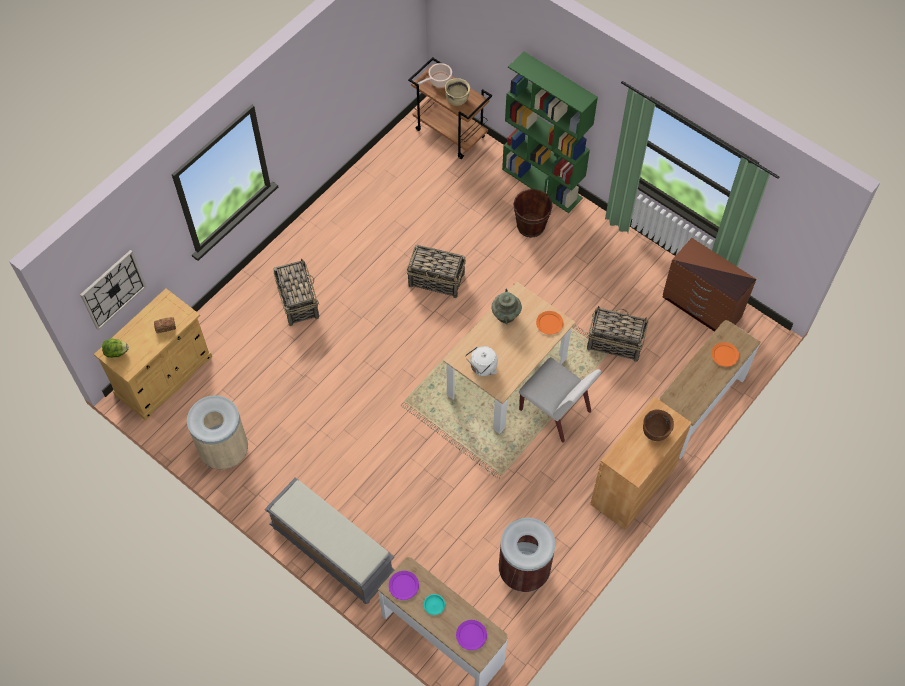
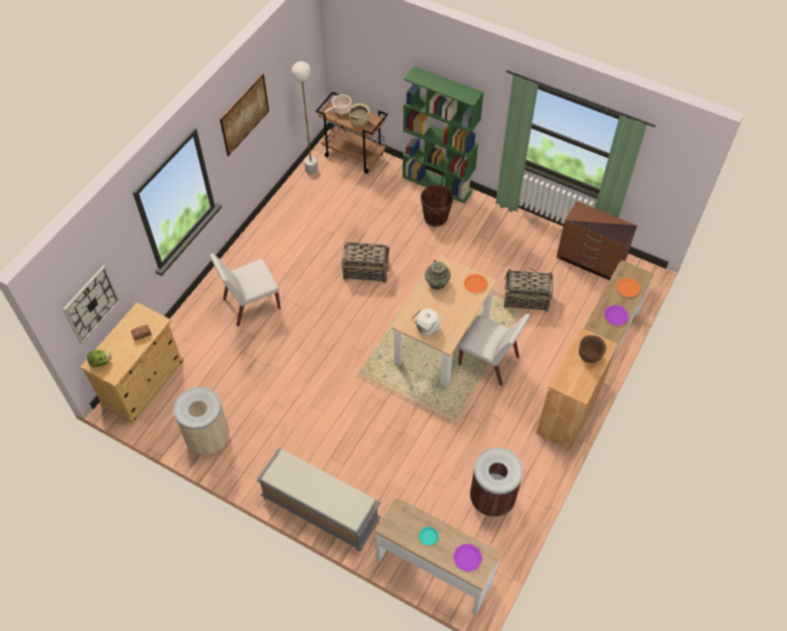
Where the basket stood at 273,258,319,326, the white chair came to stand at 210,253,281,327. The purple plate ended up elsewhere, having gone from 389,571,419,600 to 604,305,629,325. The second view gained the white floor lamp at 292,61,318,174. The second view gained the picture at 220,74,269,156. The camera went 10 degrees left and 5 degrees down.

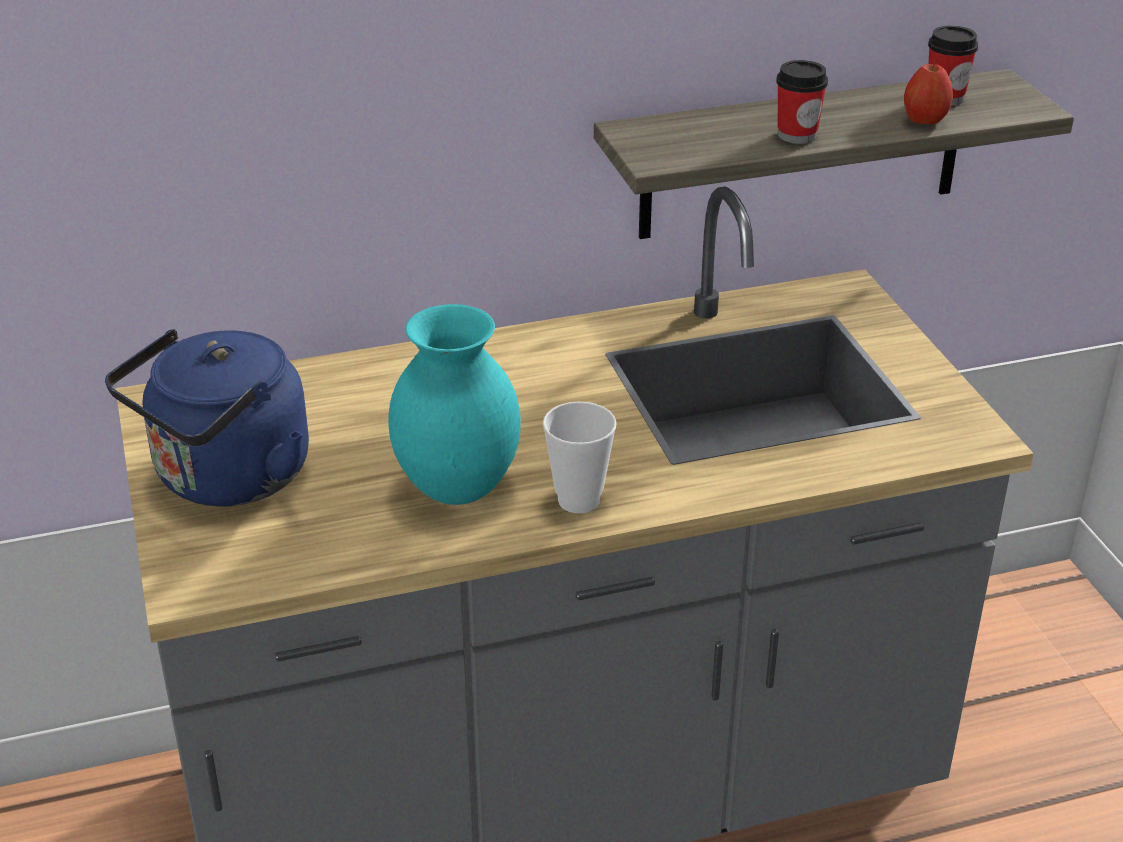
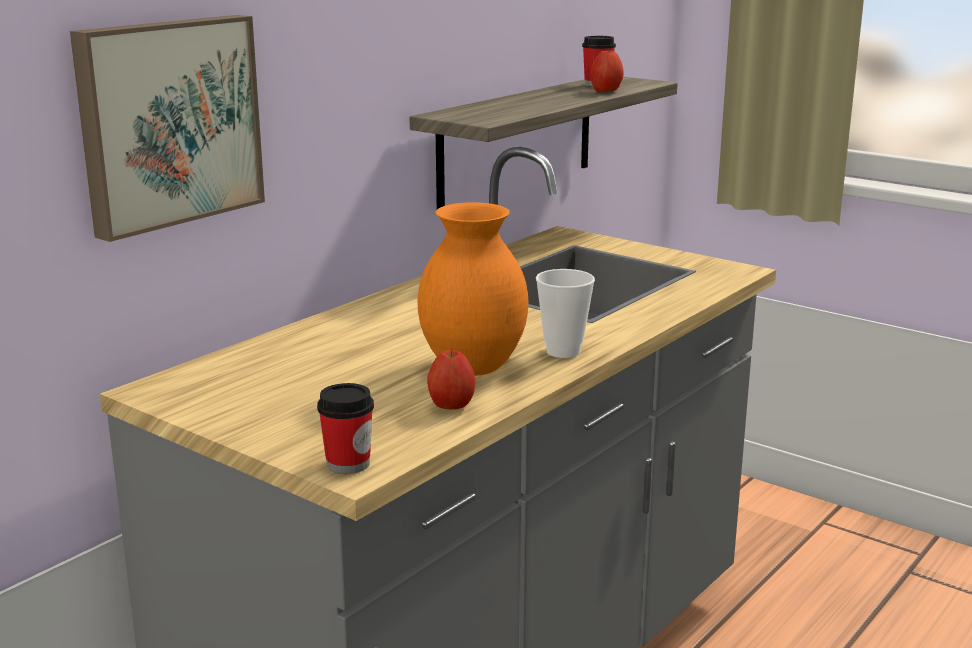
The cup ended up elsewhere, having gone from 776,60,828,144 to 317,383,374,474. What was the turquoise vase at 388,304,521,505 turned into the orange vase at 417,202,528,376. The second view lost the blue kettle at 105,329,309,506. The second view gained the picture at 70,15,265,242. The second view gained the apple at 427,349,475,409. The camera went 35 degrees left and 15 degrees down.

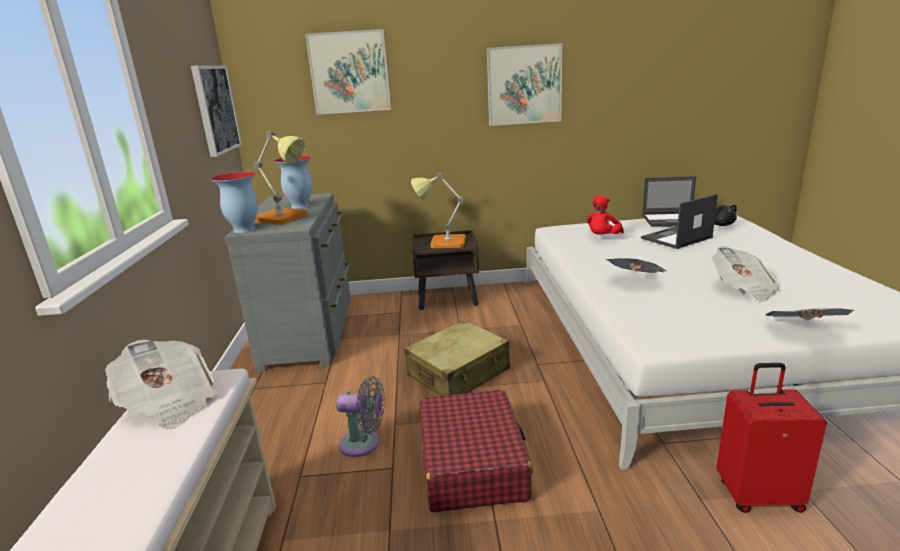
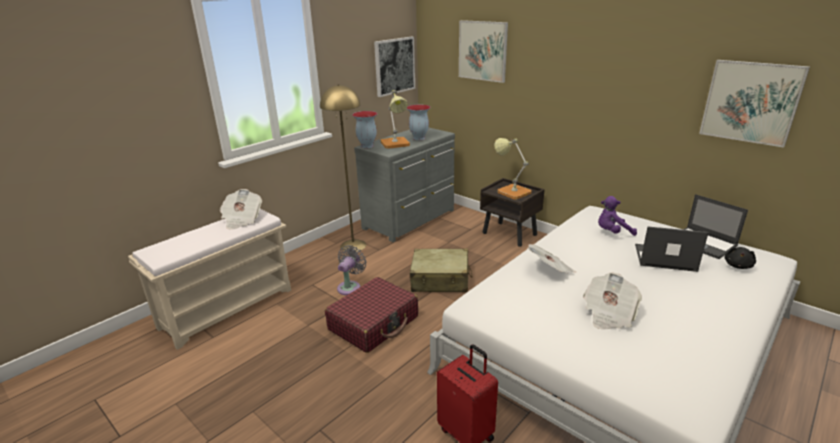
The picture ended up elsewhere, having gone from 487,43,562,126 to 699,60,810,148. What was the red plush toy at 587,196,624,234 turned into the purple plush toy at 598,196,637,236. The second view lost the newspaper at 764,308,854,320. The grey fan at 336,376,385,457 ended up facing another way, 120 degrees counterclockwise from before. The second view gained the yellow floor lamp at 320,84,366,252. The camera went 45 degrees right and 5 degrees up.

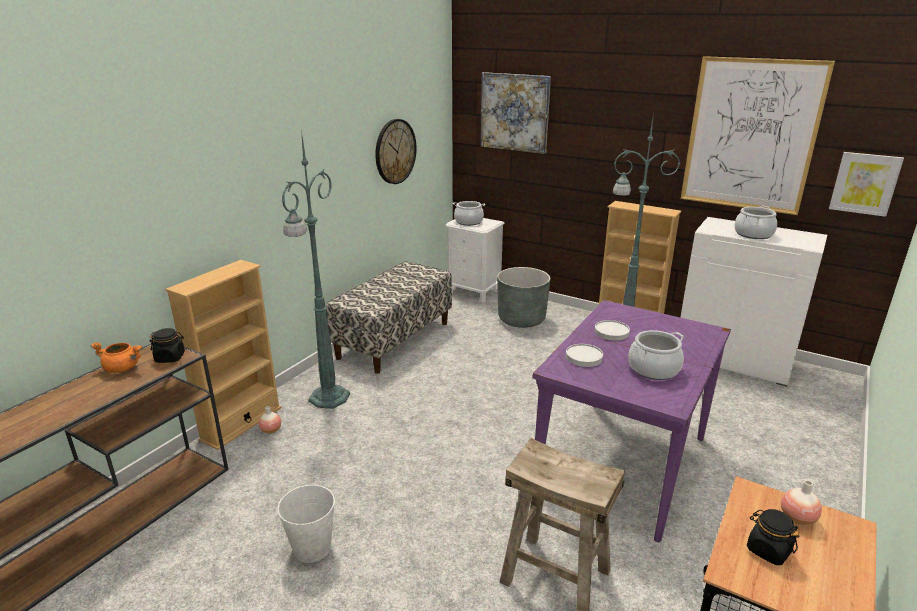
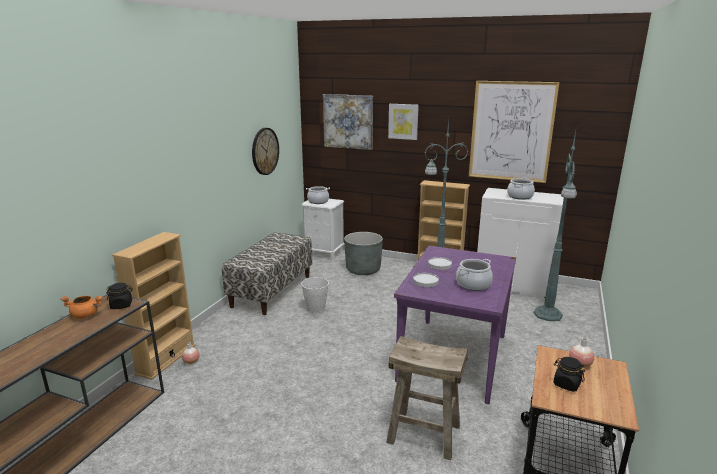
The green floor lamp ended up elsewhere, having gone from 281,130,350,409 to 533,131,577,321. The picture ended up elsewhere, having gone from 829,152,904,217 to 388,104,419,140. The white bucket ended up elsewhere, having gone from 276,485,336,563 to 301,277,329,314. The camera went 10 degrees left and 5 degrees down.

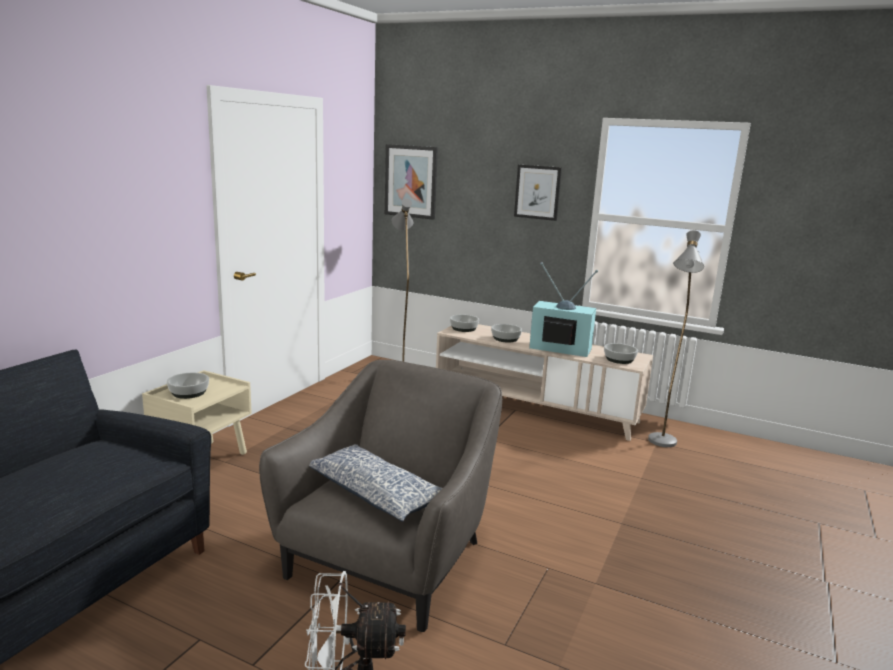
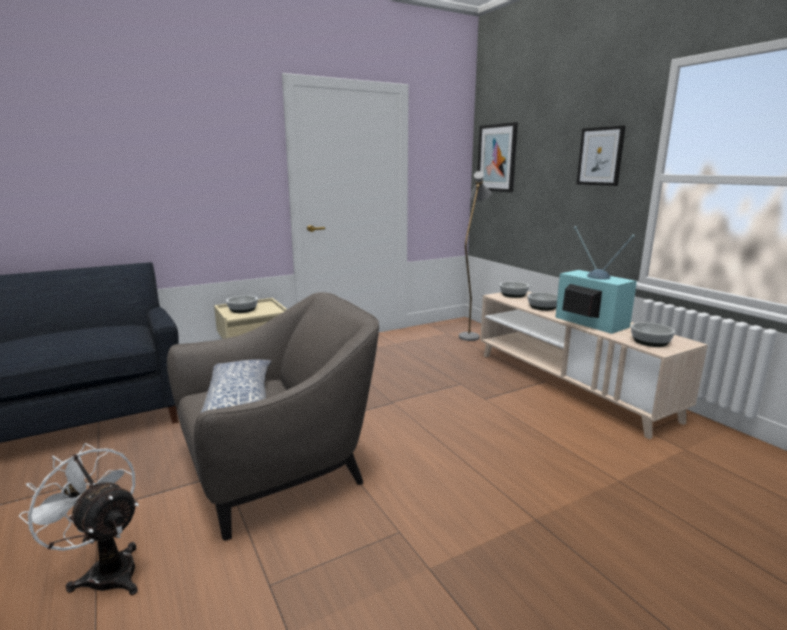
The second view lost the grey floor lamp at 648,230,704,447. The camera went 35 degrees right and 0 degrees up.

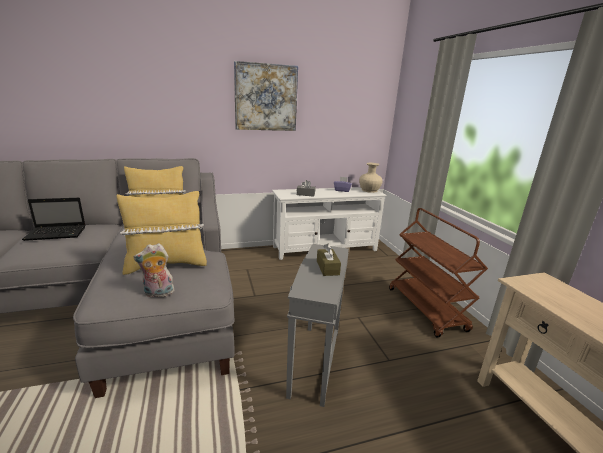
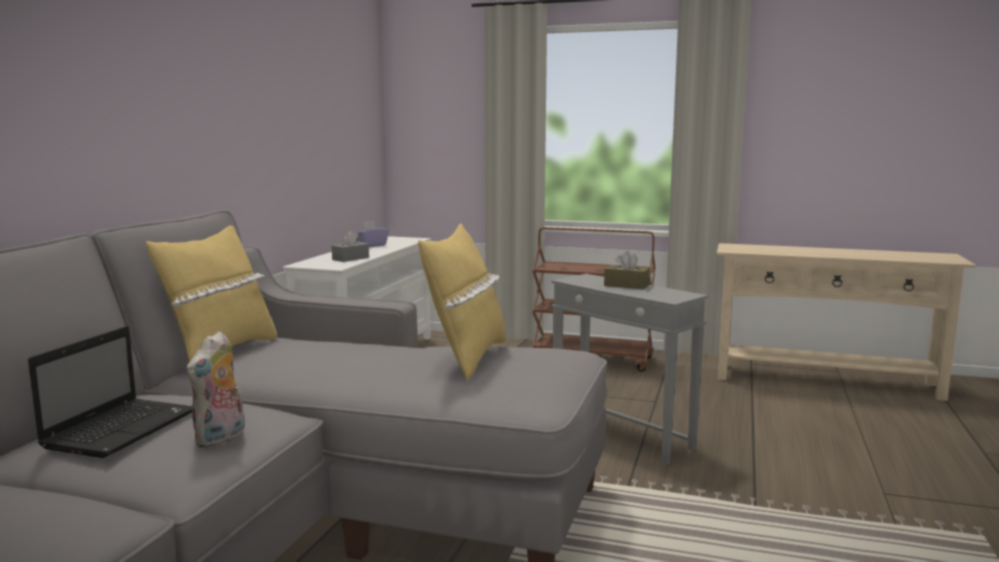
The second view lost the picture at 234,61,298,131. The second view lost the beige vase at 359,163,383,193. The plush toy ended up elsewhere, having gone from 134,243,174,298 to 187,331,245,448. The camera went 55 degrees left and 10 degrees down.

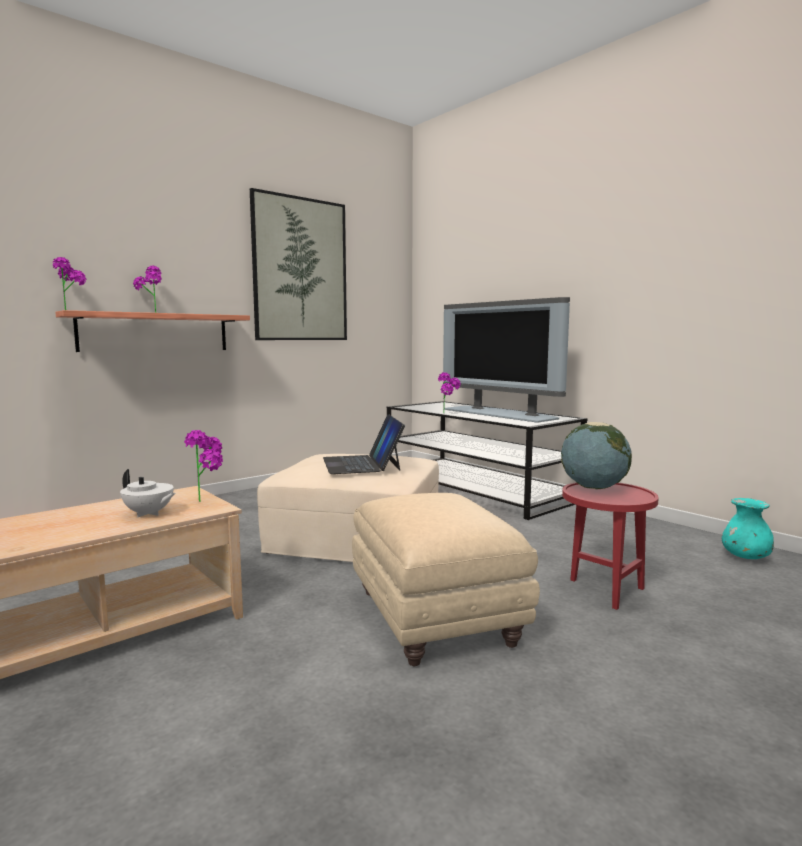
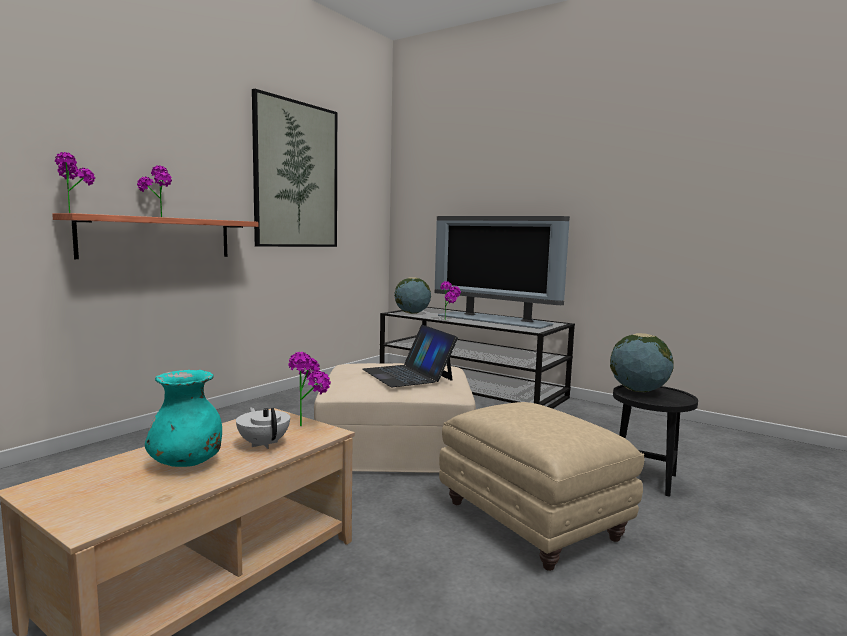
The white teapot at 120,469,176,517 ended up facing another way, 135 degrees counterclockwise from before. What was the red side table at 562,482,659,610 turned into the black side table at 613,385,698,497. The turquoise vase ended up elsewhere, having gone from 722,498,774,559 to 145,370,222,467. The second view gained the globe at 394,277,431,314. The camera went 15 degrees left and 0 degrees up.

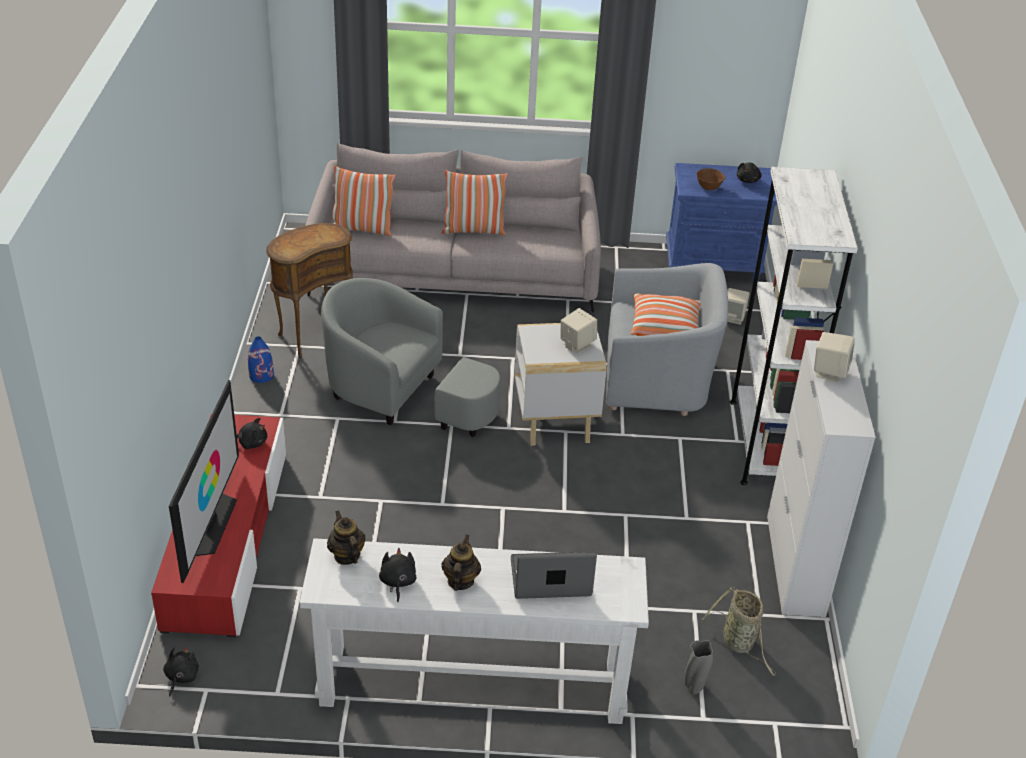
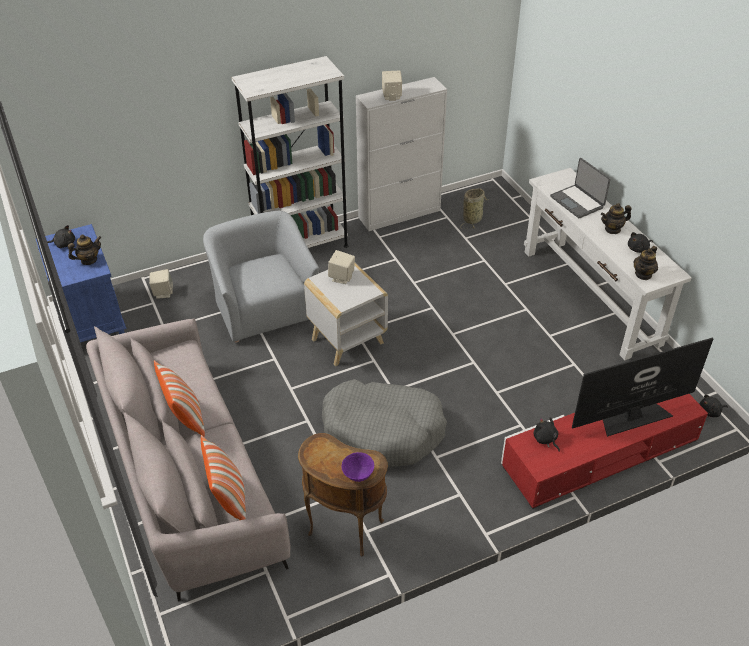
Where the brown bowl stood at 696,168,725,190, the teapot came to stand at 68,234,101,265. Where the grey armchair stood at 321,278,500,437, the grey dog bed came to stand at 322,379,447,467. The second view lost the pillow at 631,293,701,336. The second view lost the blue vase at 248,336,274,383. The second view lost the grey vase at 684,640,713,694. The second view gained the purple bowl at 341,452,374,482. The camera went 115 degrees left and 5 degrees up.

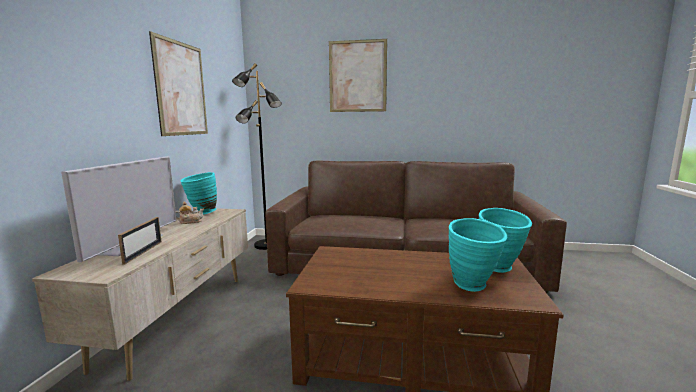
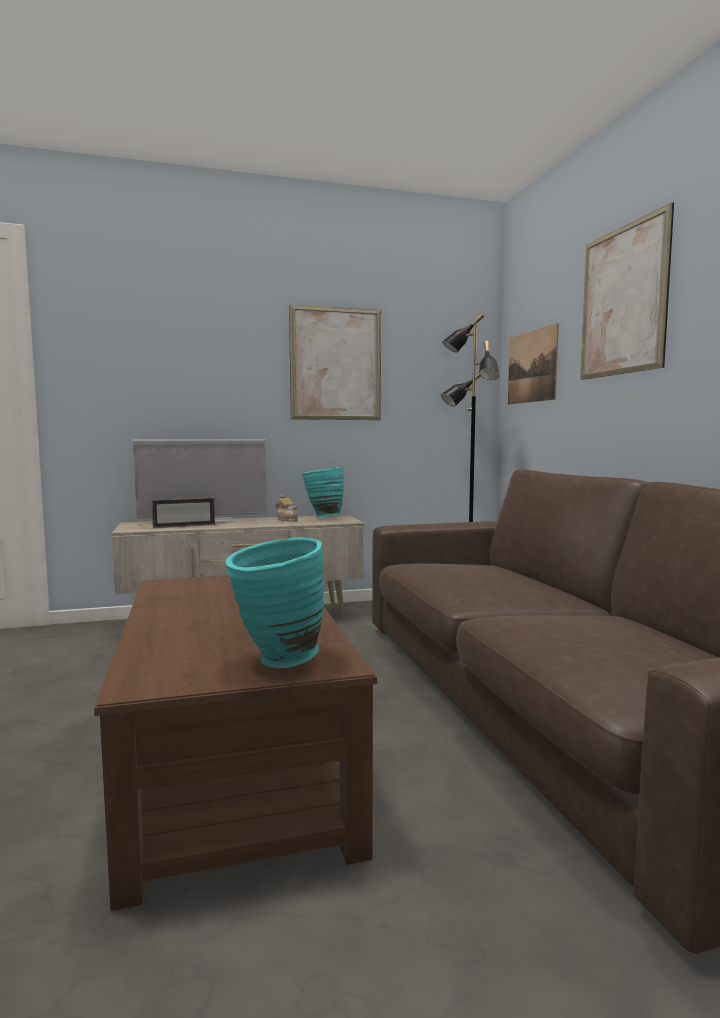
The second view lost the turquoise vase at 449,218,507,292. The second view gained the picture at 508,323,559,405. The camera went 65 degrees right and 5 degrees down.

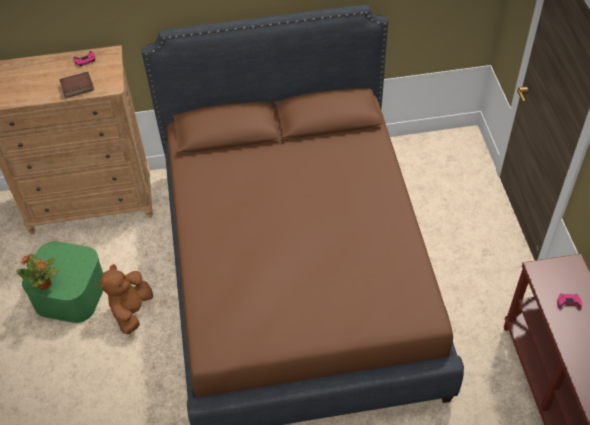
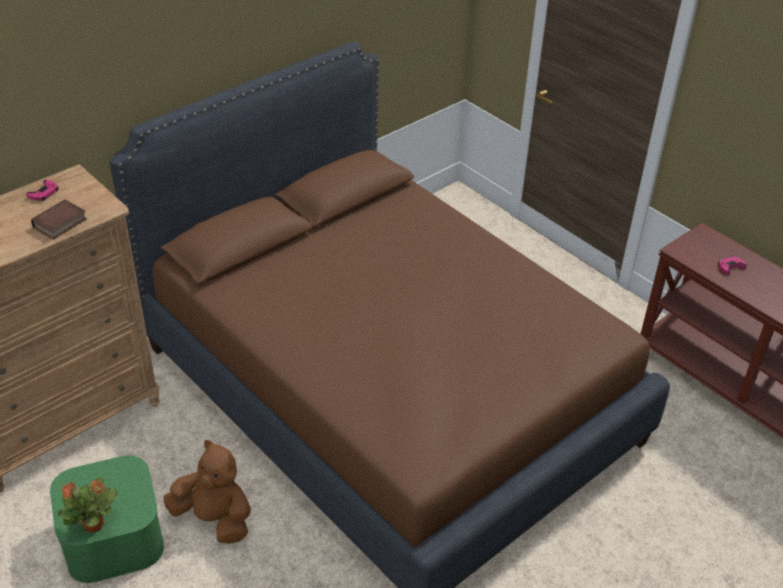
The brown plush toy at 100,264,153,334 ended up facing another way, 135 degrees clockwise from before. The camera went 35 degrees left and 10 degrees down.

